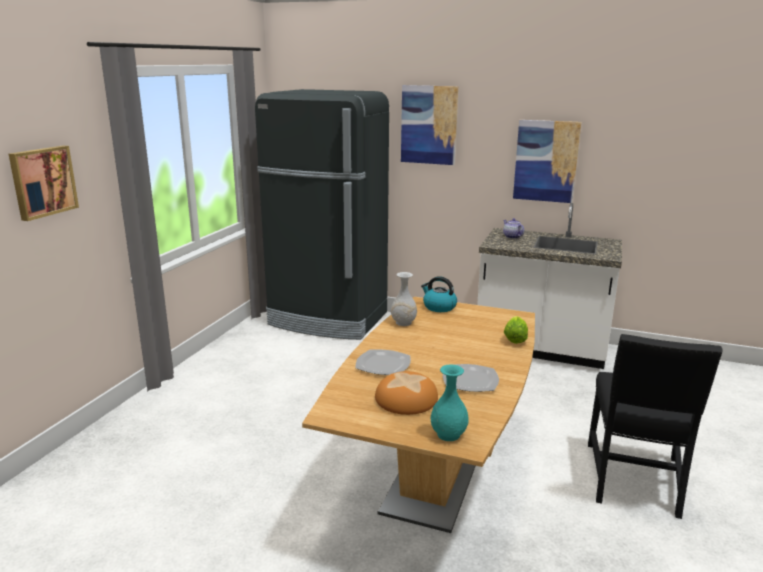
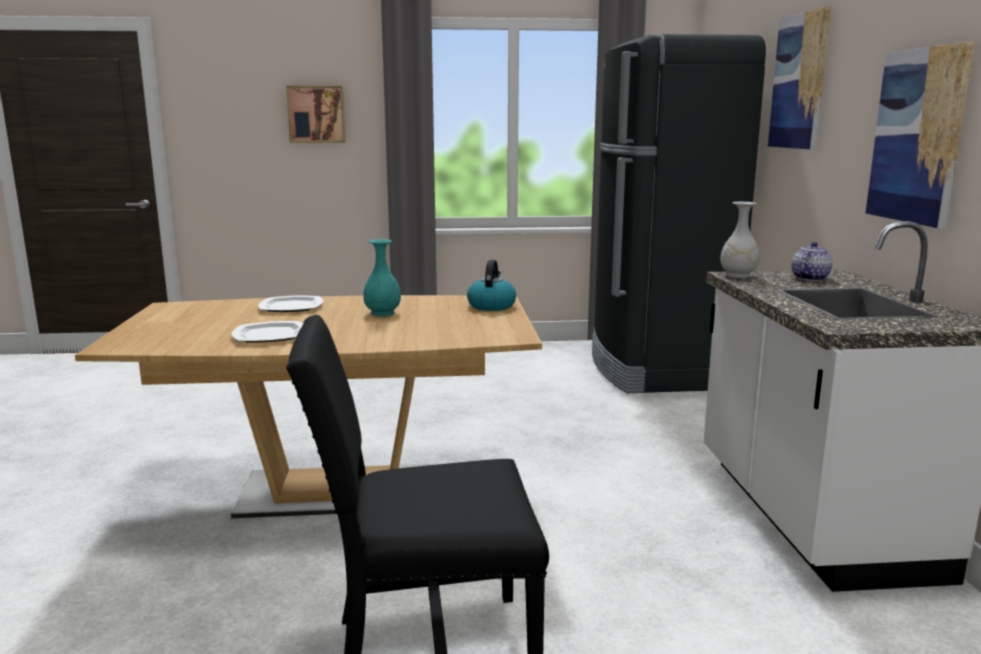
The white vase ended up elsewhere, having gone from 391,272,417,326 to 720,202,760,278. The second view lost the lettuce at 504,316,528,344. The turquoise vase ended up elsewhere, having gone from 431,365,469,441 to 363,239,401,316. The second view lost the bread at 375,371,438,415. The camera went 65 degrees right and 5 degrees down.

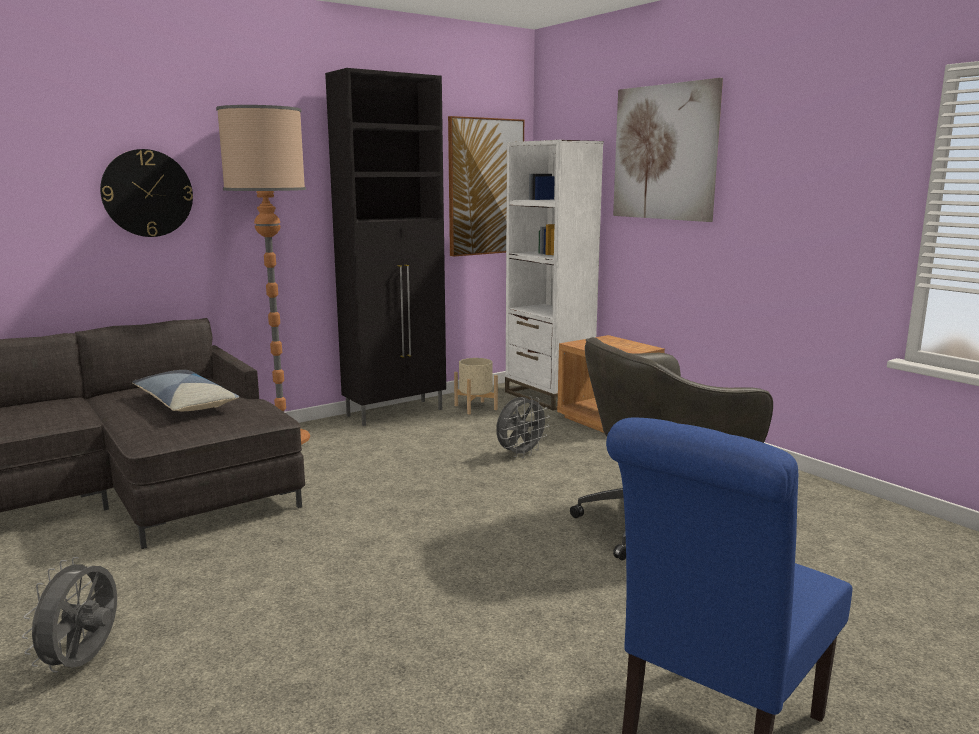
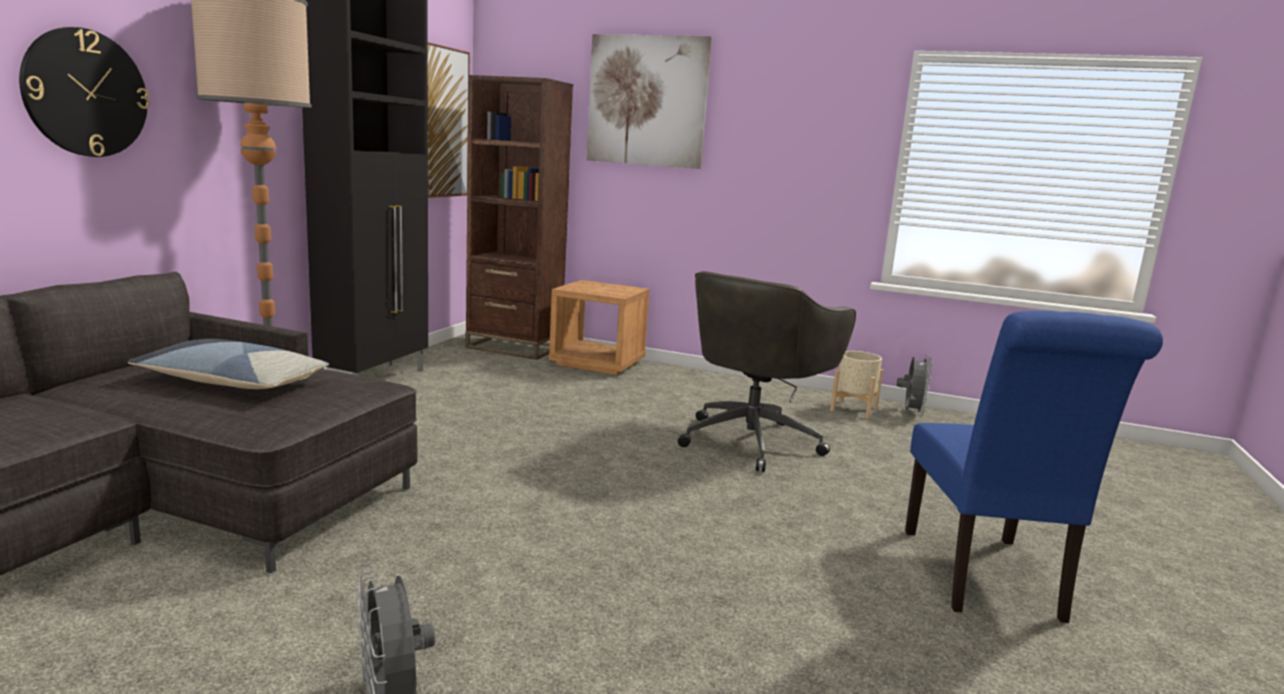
What was the white bookcase at 505,140,604,411 turned into the brown bookcase at 465,75,573,360. The beige planter ended up elsewhere, having gone from 454,358,498,414 to 830,351,883,419. The grey fan ended up elsewhere, having gone from 496,396,550,458 to 897,354,932,416. The camera went 35 degrees left and 0 degrees up.

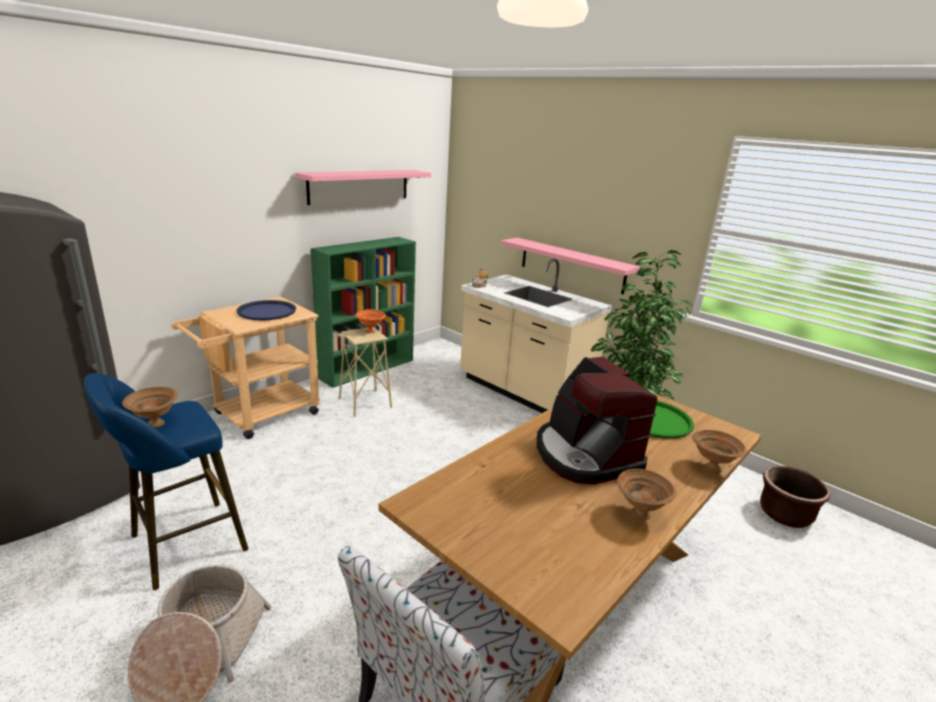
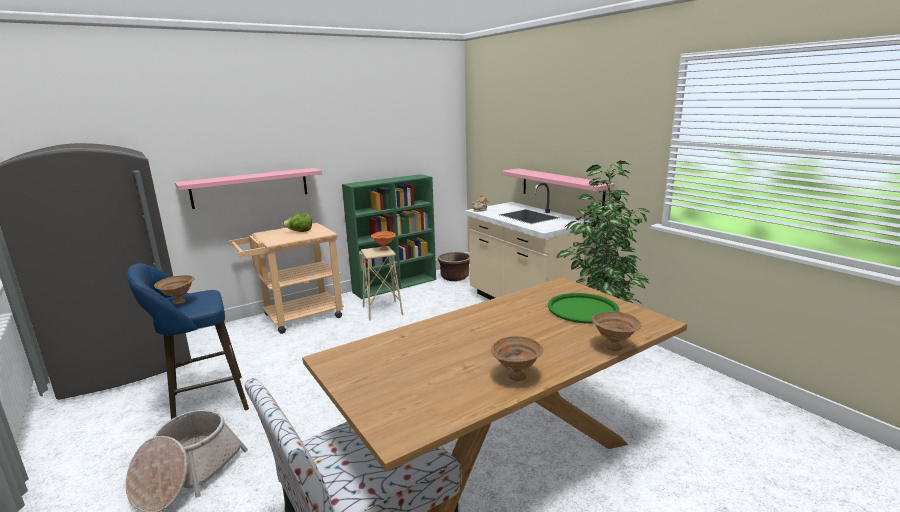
The pink shelf ended up elsewhere, having gone from 295,170,431,205 to 175,168,322,209. Where the blue tray stood at 237,300,296,320, the lettuce came to stand at 282,213,312,232. The second view lost the coffee machine at 537,357,657,484. The brown planter ended up elsewhere, having gone from 760,466,831,528 to 438,252,470,281. The camera went 15 degrees right and 5 degrees down.

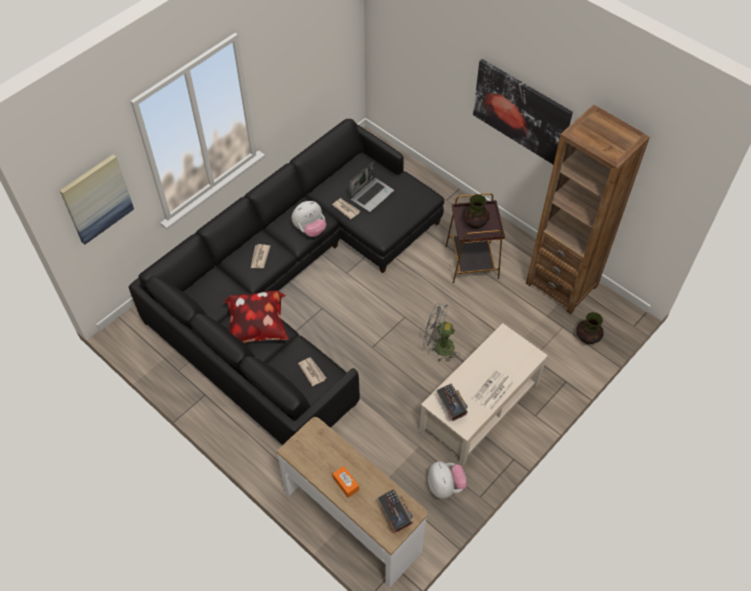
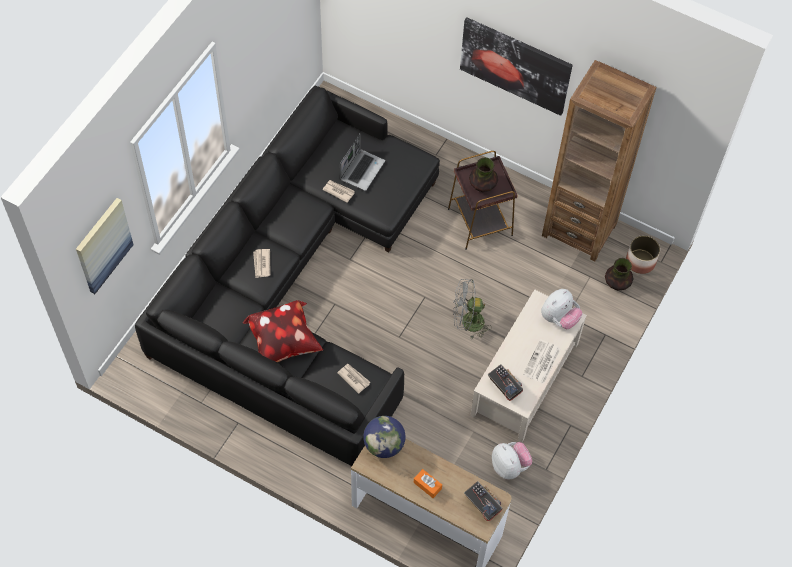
The plush toy ended up elsewhere, having gone from 292,201,326,237 to 541,289,583,329. The second view gained the planter at 626,235,660,274. The second view gained the globe at 363,416,406,458. The camera went 15 degrees left and 5 degrees up.

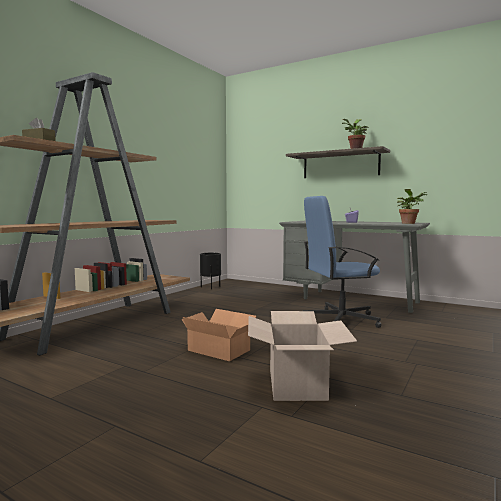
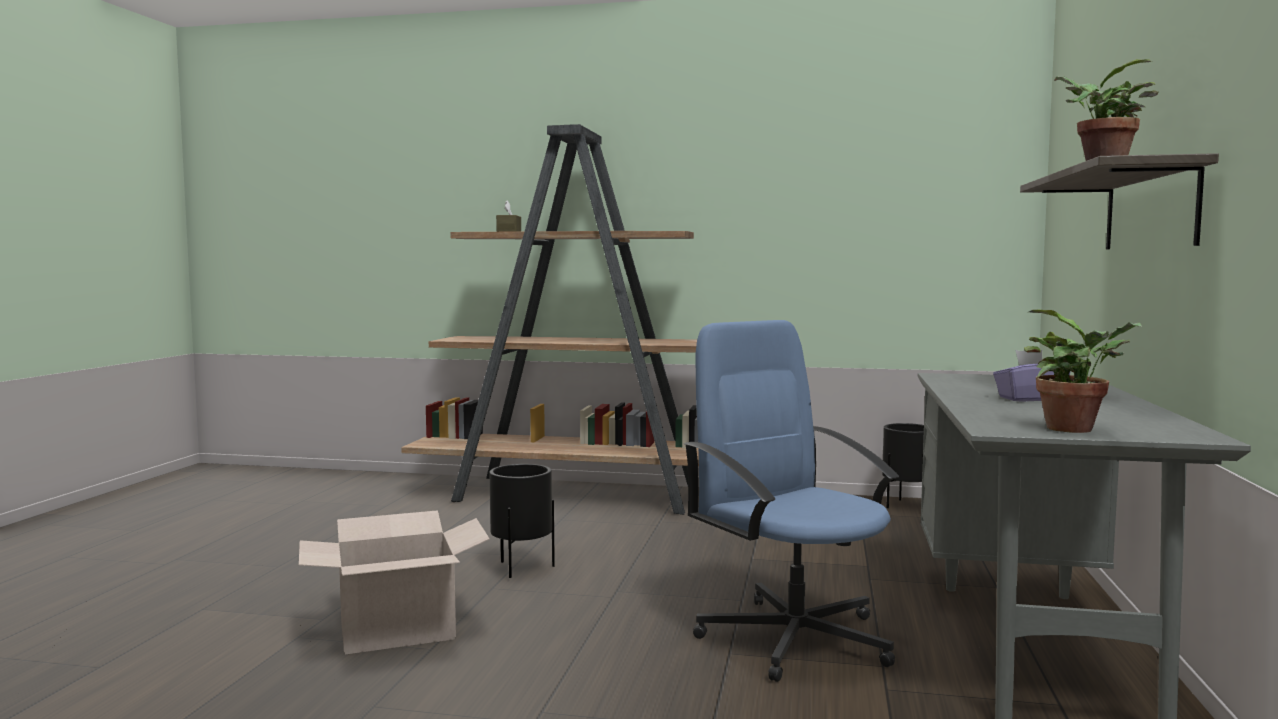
Where the cardboard box stood at 181,309,256,362, the black planter came to stand at 489,464,555,578. The camera went 70 degrees right and 0 degrees up.

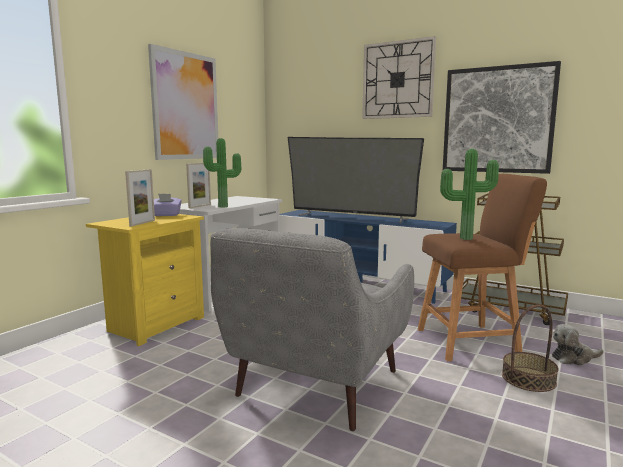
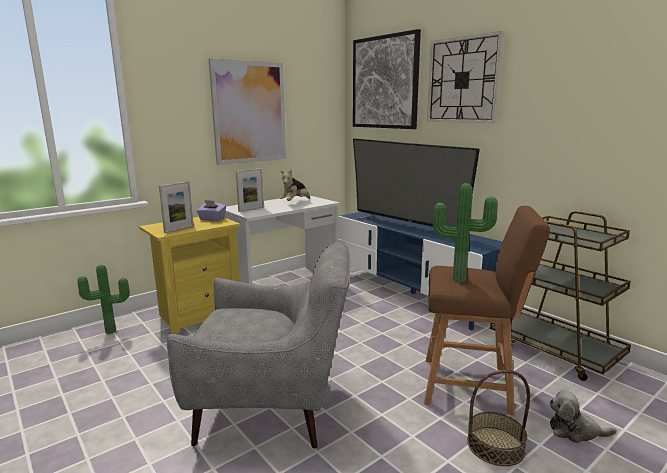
The picture ended up elsewhere, having gone from 443,61,561,174 to 353,29,421,129. The potted plant ended up elsewhere, having gone from 203,138,241,208 to 77,265,130,334. The grey armchair at 210,228,414,431 ended up facing another way, 135 degrees counterclockwise from before. The second view gained the plush toy at 280,170,310,201. The camera went 20 degrees right and 5 degrees up.

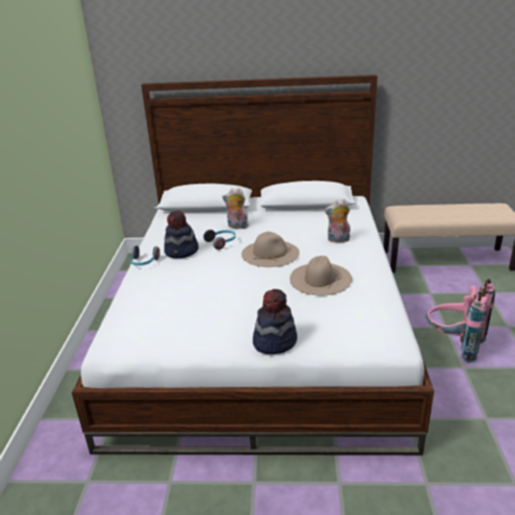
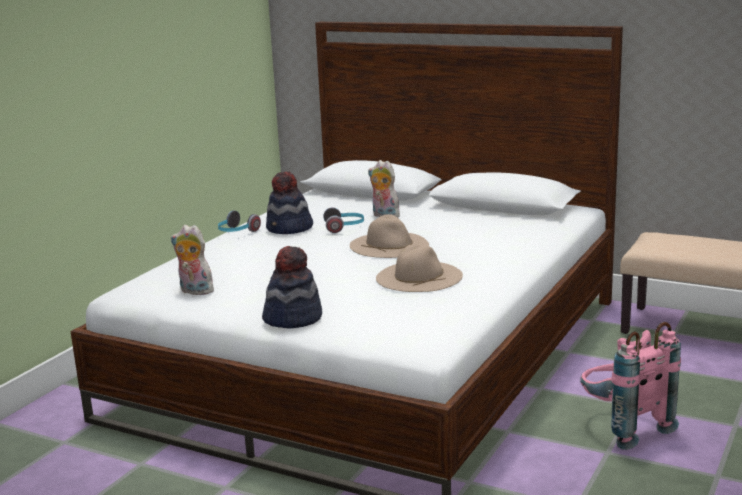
The plush toy ended up elsewhere, having gone from 324,199,350,243 to 171,225,214,295. The camera went 25 degrees right and 10 degrees down.

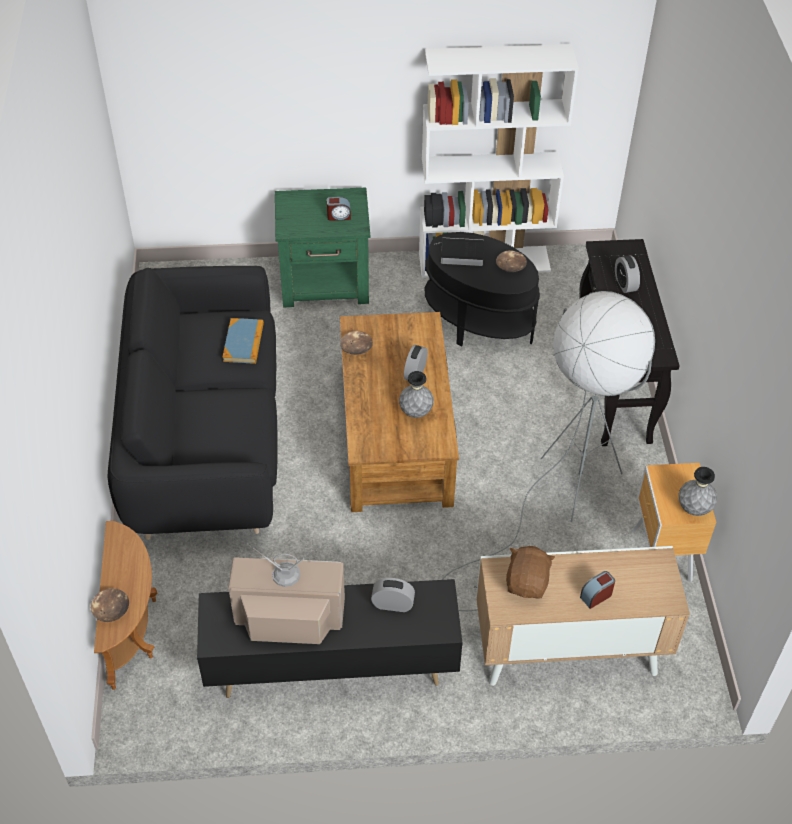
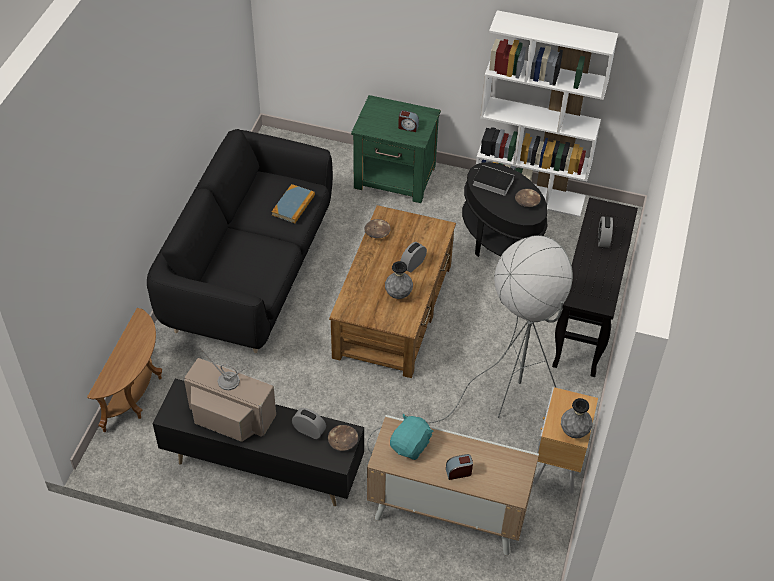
What was the brown plush toy at 506,546,555,599 turned into the turquoise plush toy at 390,414,434,460. The brown bowl ended up elsewhere, having gone from 91,589,129,622 to 328,425,358,451. The camera went 20 degrees right and 0 degrees up.

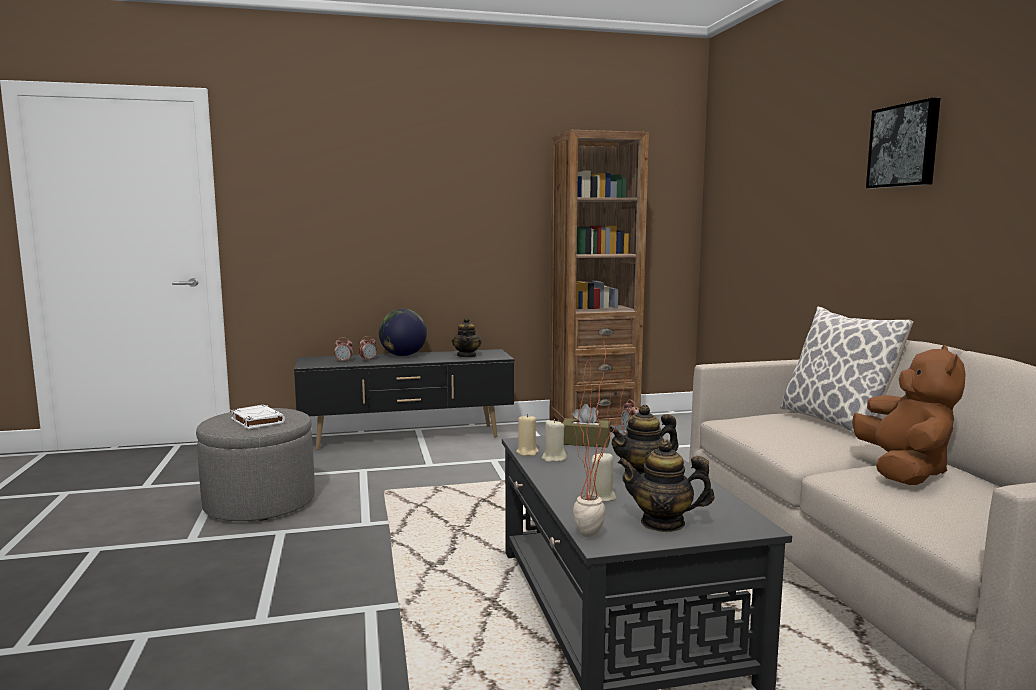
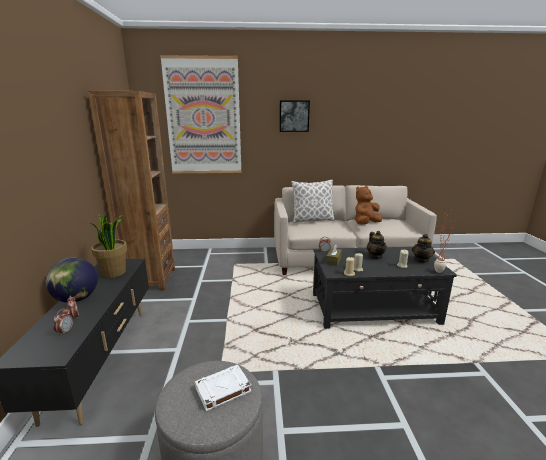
Where the teapot stood at 452,317,481,358, the potted plant came to stand at 90,214,127,278. The brown plush toy at 852,345,966,485 ended up facing another way, 60 degrees counterclockwise from before. The second view gained the picture at 160,55,241,173. The camera went 80 degrees left and 10 degrees up.

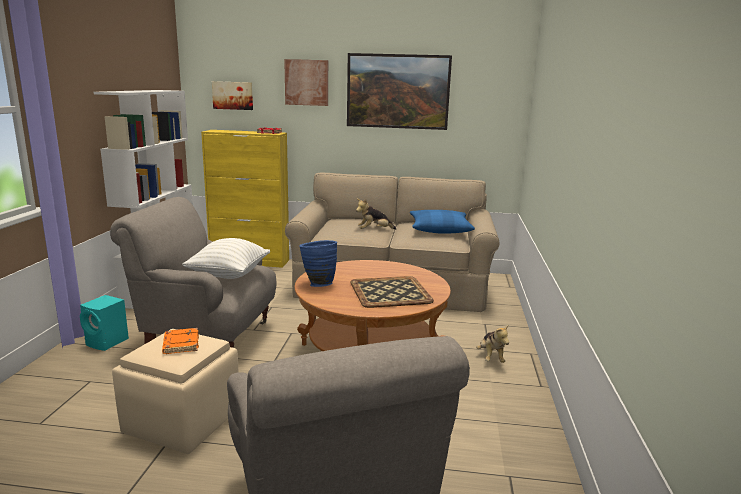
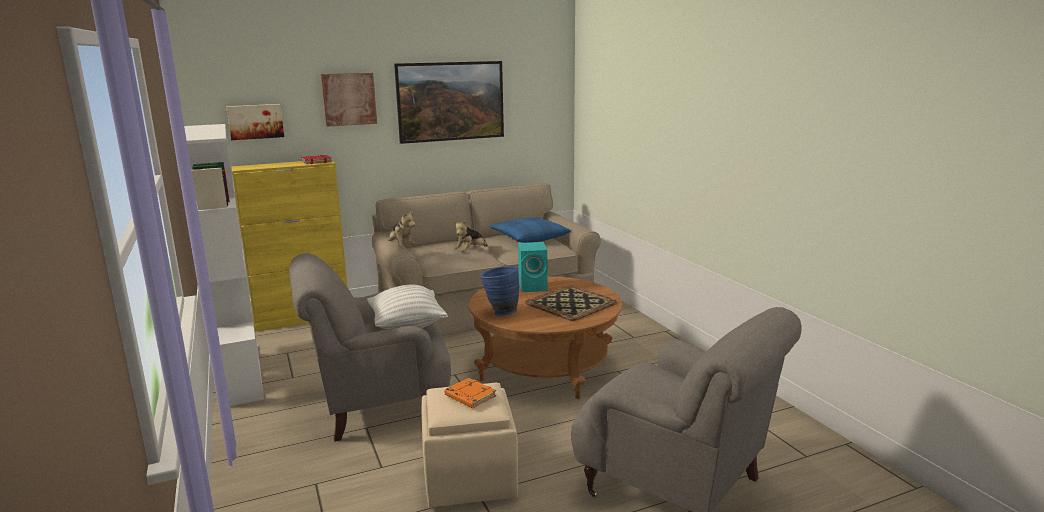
The turquoise speaker ended up elsewhere, having gone from 80,295,129,351 to 518,242,548,292. The plush toy ended up elsewhere, having gone from 476,324,509,363 to 387,210,416,246. The camera went 30 degrees left and 0 degrees up.

